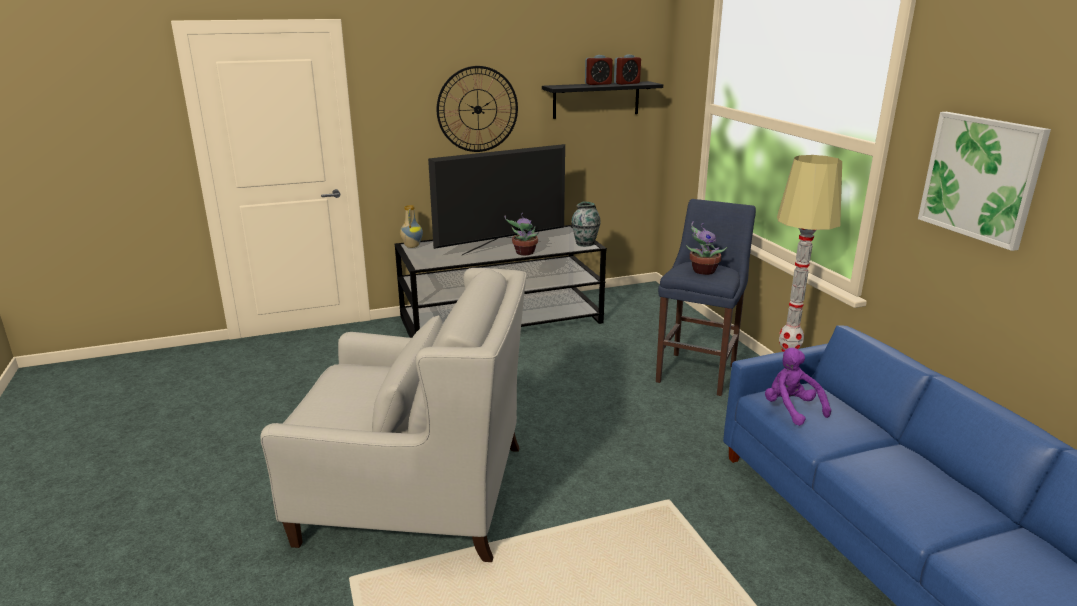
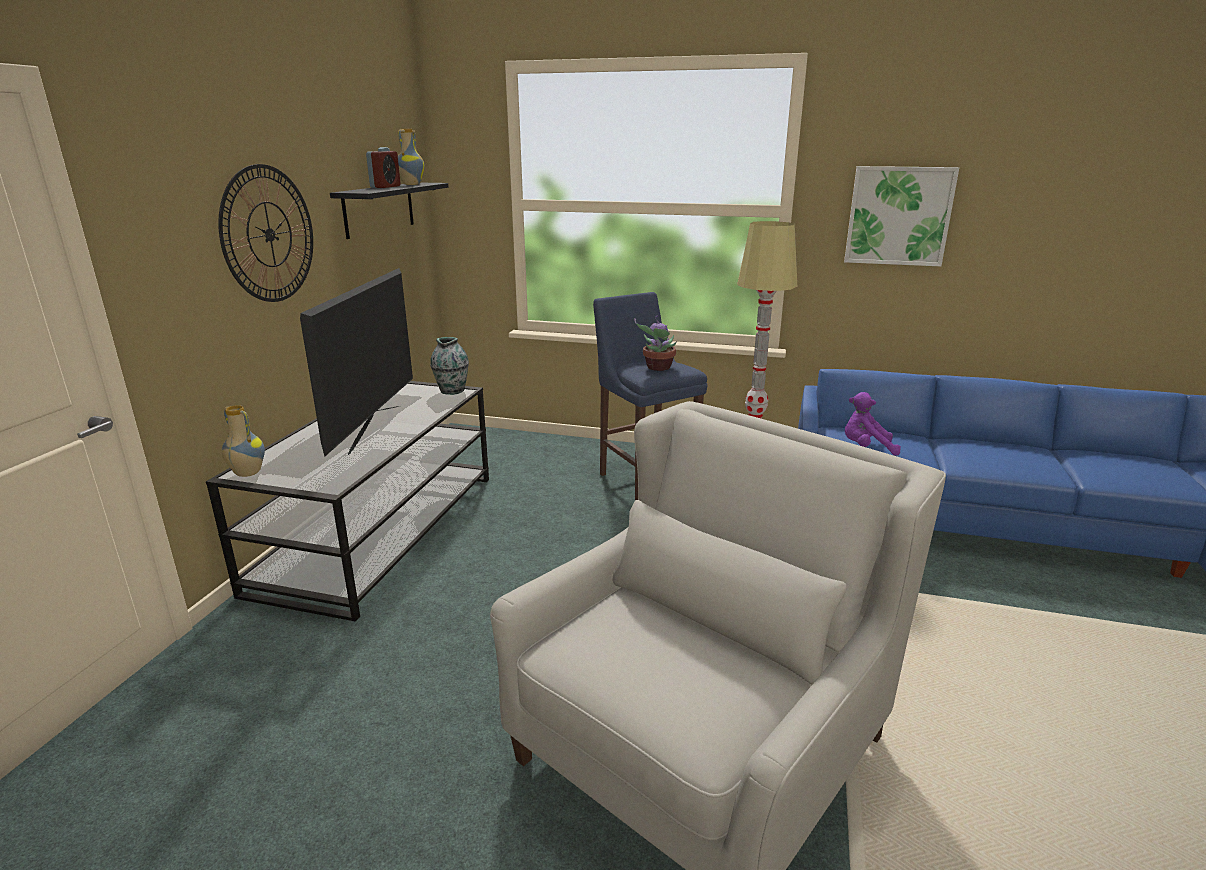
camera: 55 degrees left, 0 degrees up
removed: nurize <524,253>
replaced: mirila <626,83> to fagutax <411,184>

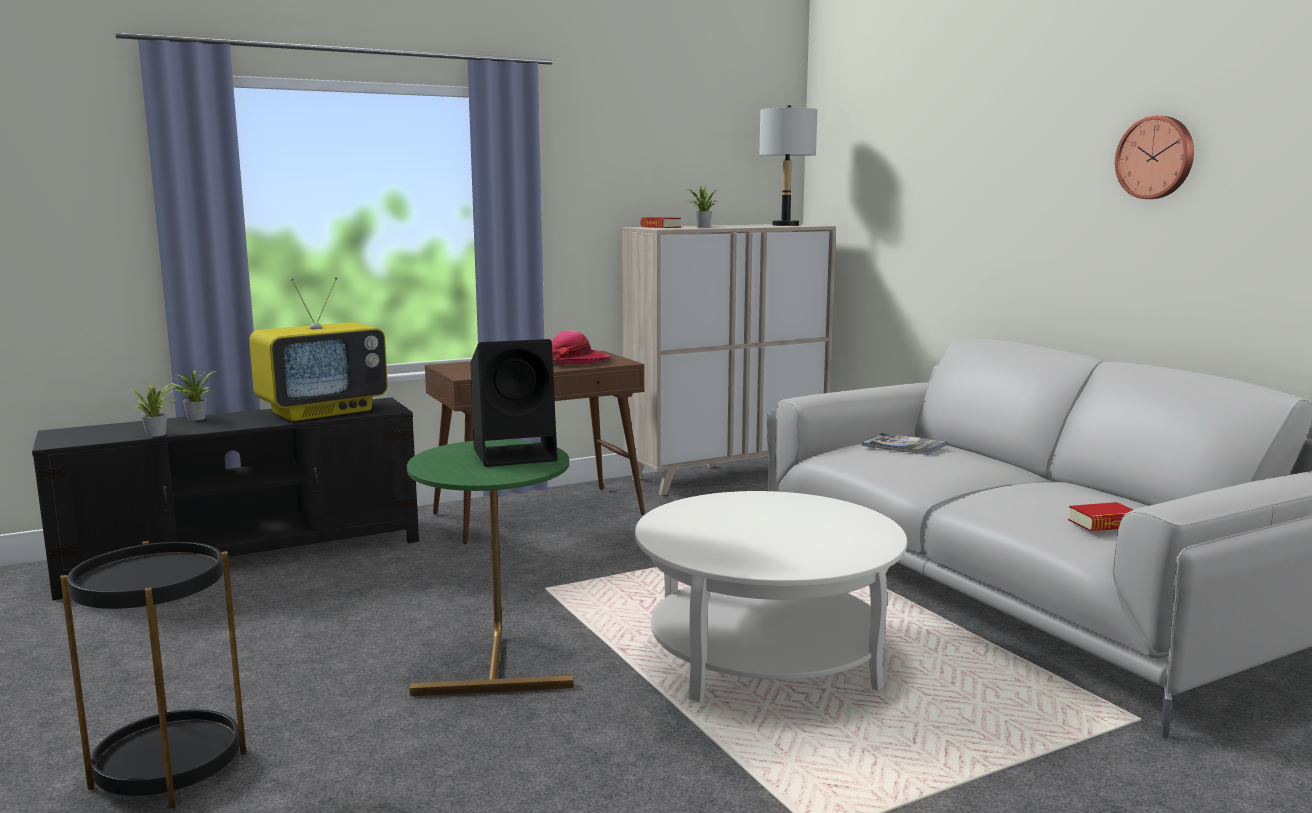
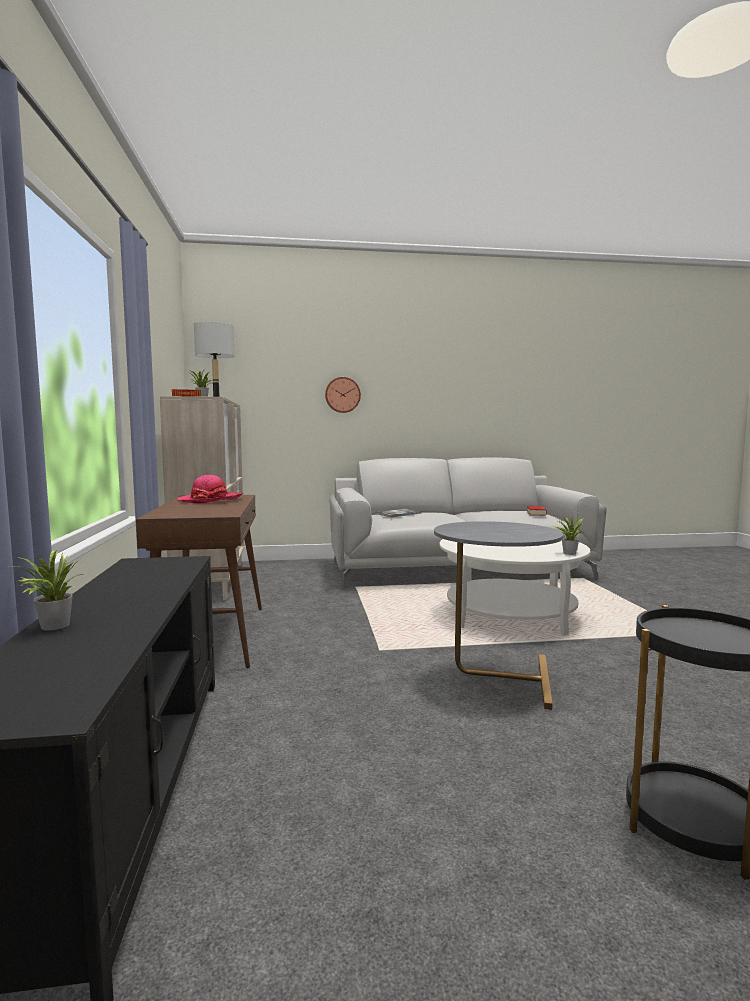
camera: 70 degrees left, 5 degrees down
removed: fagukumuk <323,411>; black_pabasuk <517,454>
moved: nurize <158,434> to <568,553>; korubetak <1156,157> to <342,395>
recoloured: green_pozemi <496,658> to grey_pozemi <495,676>

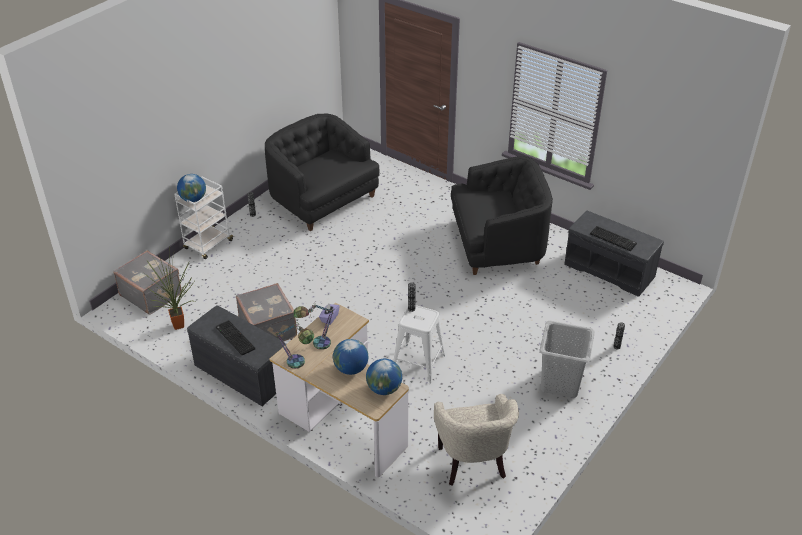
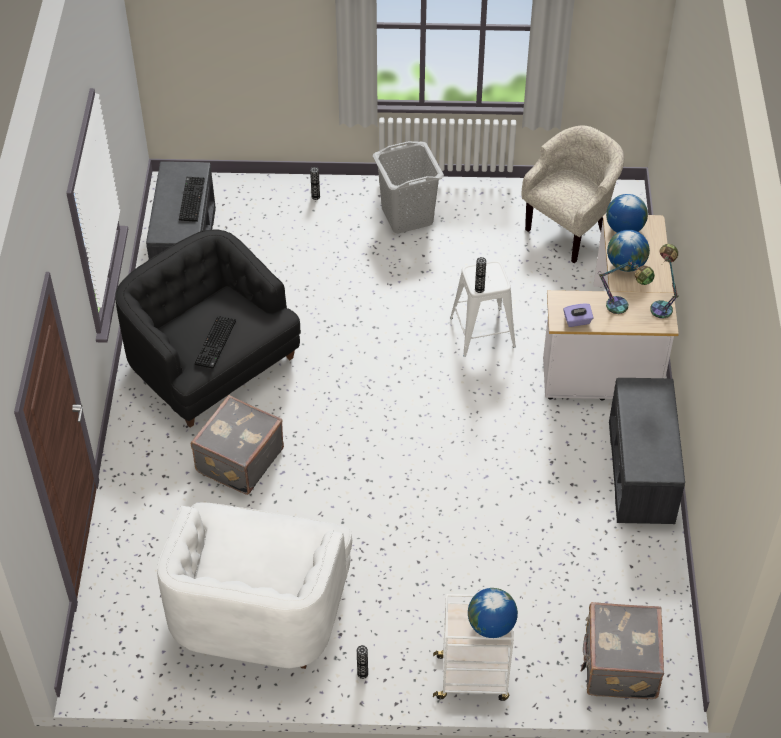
camera: 125 degrees left, 10 degrees up
removed: nurize <178,327>
moved: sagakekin <234,338> to <216,343>; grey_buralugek <269,328> to <238,460>
recoloured: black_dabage <322,200> to white_dabage <259,609>

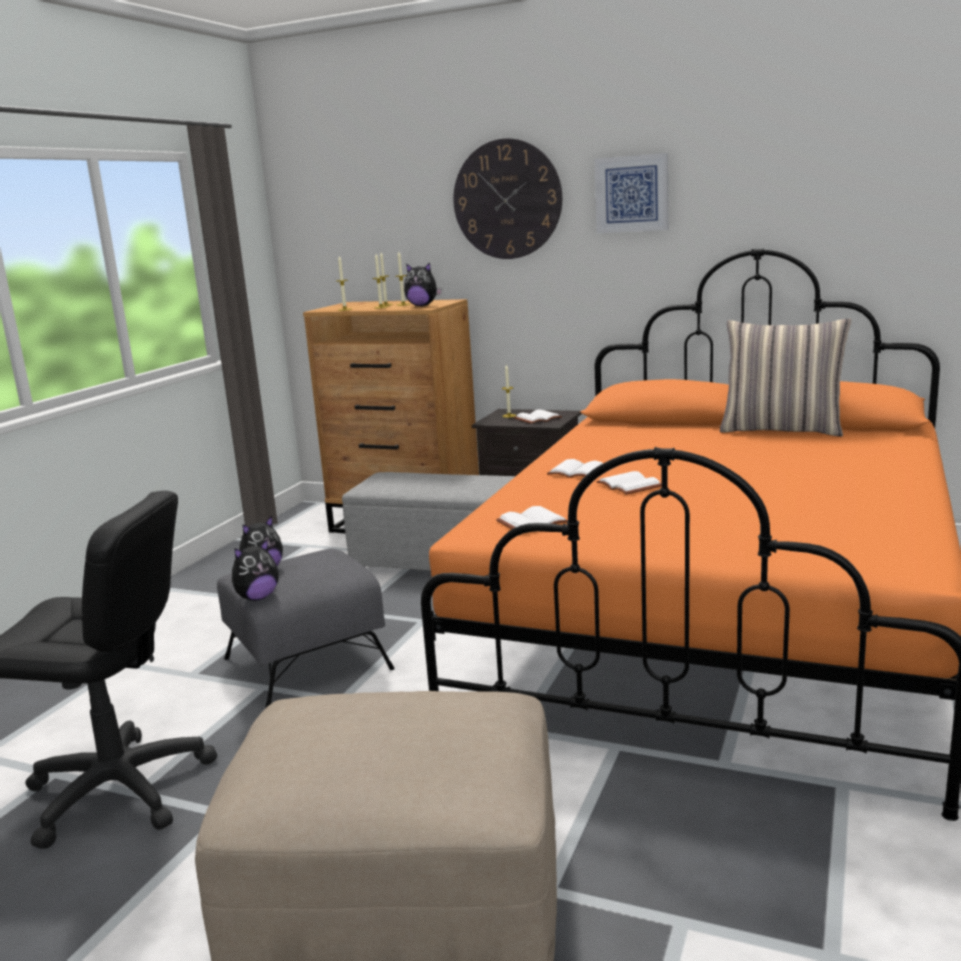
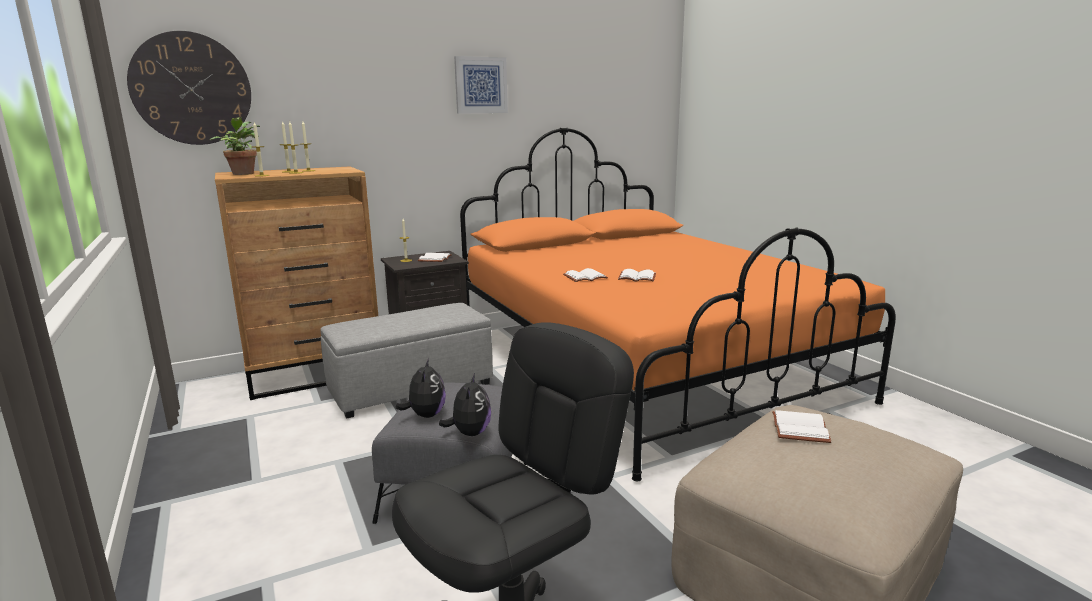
camera: 50 degrees left, 0 degrees up
removed: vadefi <422,306>; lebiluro <782,430>
added: nurize <243,173>
moved: korubetak <507,199> to <191,89>; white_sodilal <532,522> to <798,428>

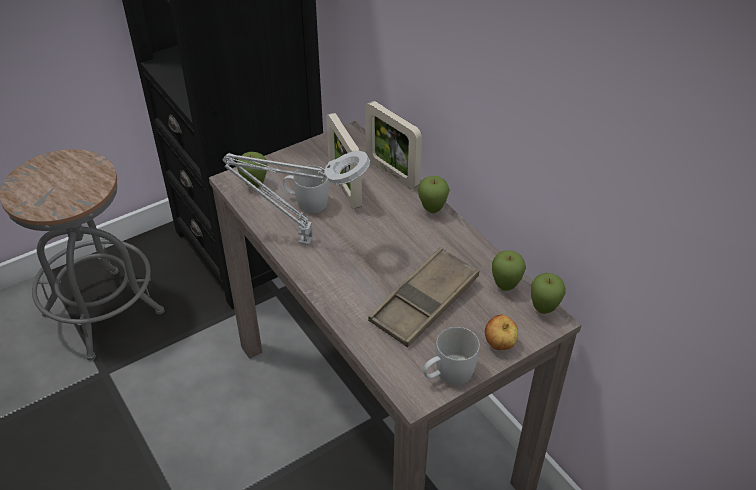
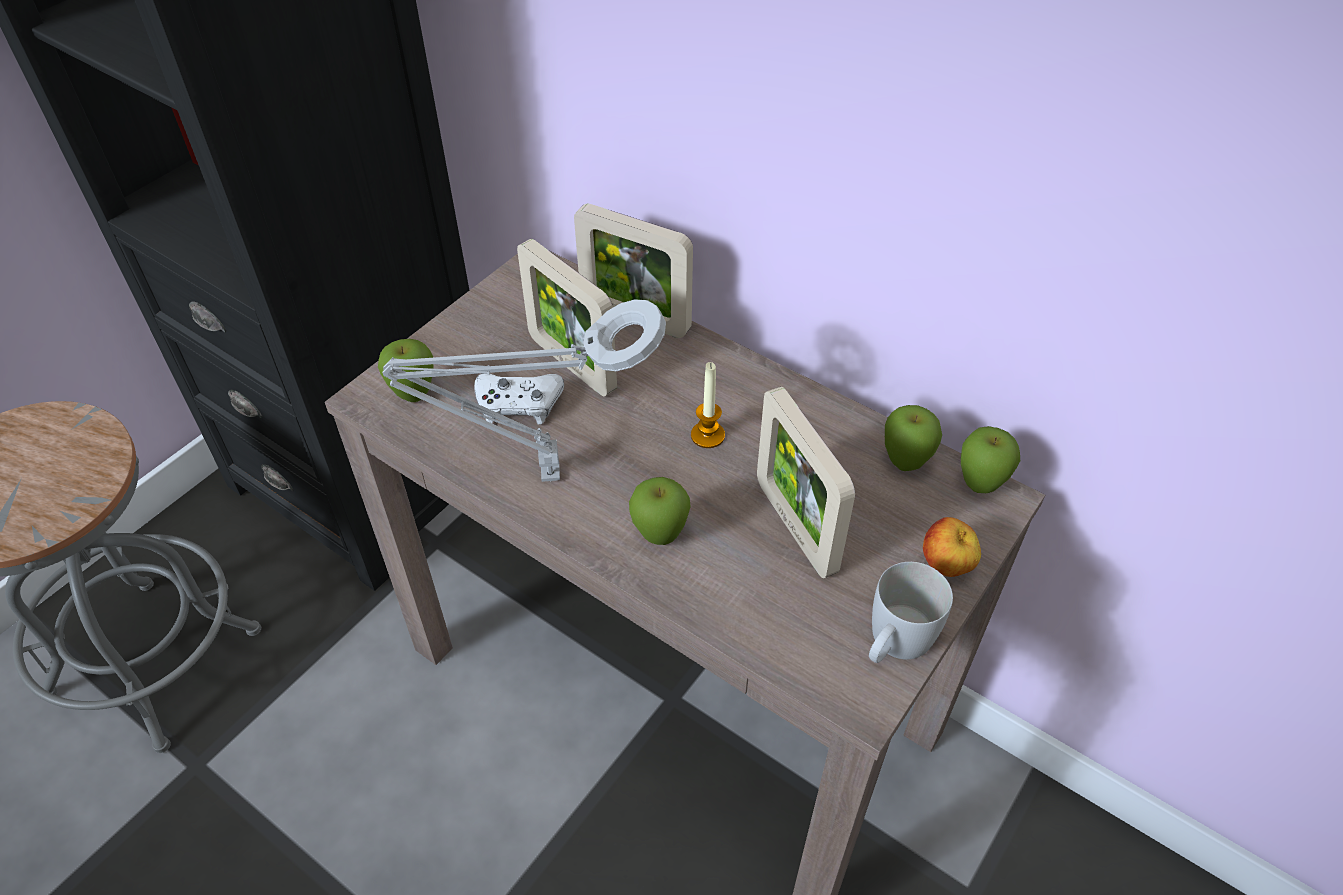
camera: 20 degrees left, 5 degrees up
added: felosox <707,435>
moved: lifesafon <432,210> to <660,537>
replaced: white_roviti <306,203> to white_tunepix <518,405>; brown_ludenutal <424,302> to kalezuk <795,527>

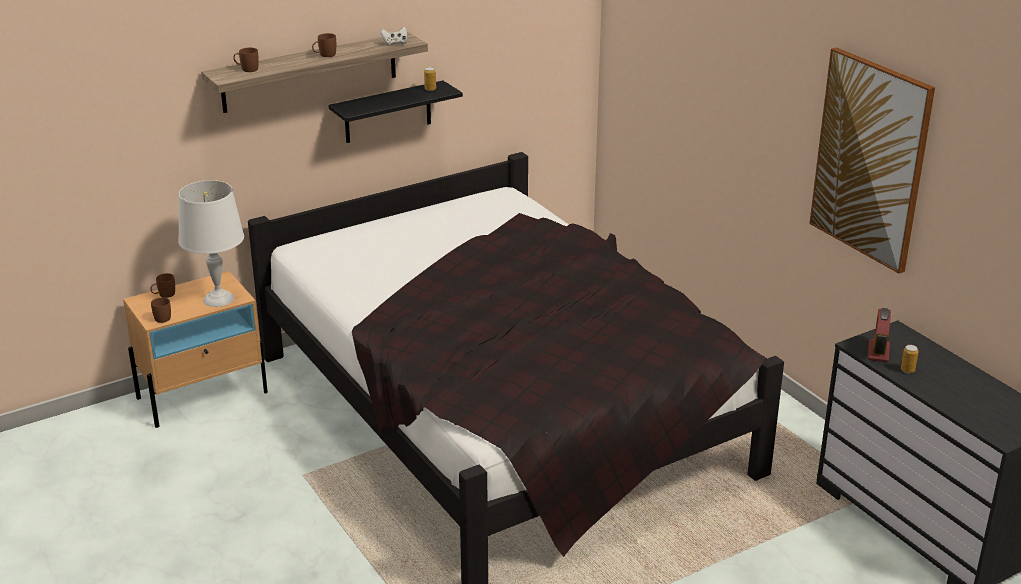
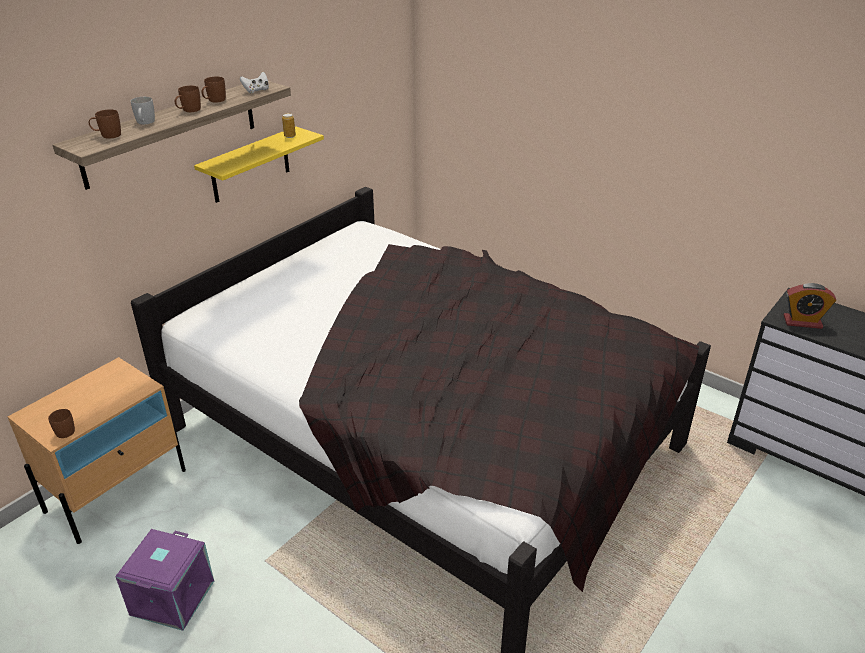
camera: 20 degrees left, 5 degrees up
removed: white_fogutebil <219,299>; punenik <870,159>; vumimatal <907,370>
added: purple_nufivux <171,597>; white_roviti <145,123>
moved: brown_roviti <164,295> to <214,101>
recoloured: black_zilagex <387,112> to yellow_zilagex <250,165>
turned: mirila <878,352> = <802,322> 75 degrees counterclockwise

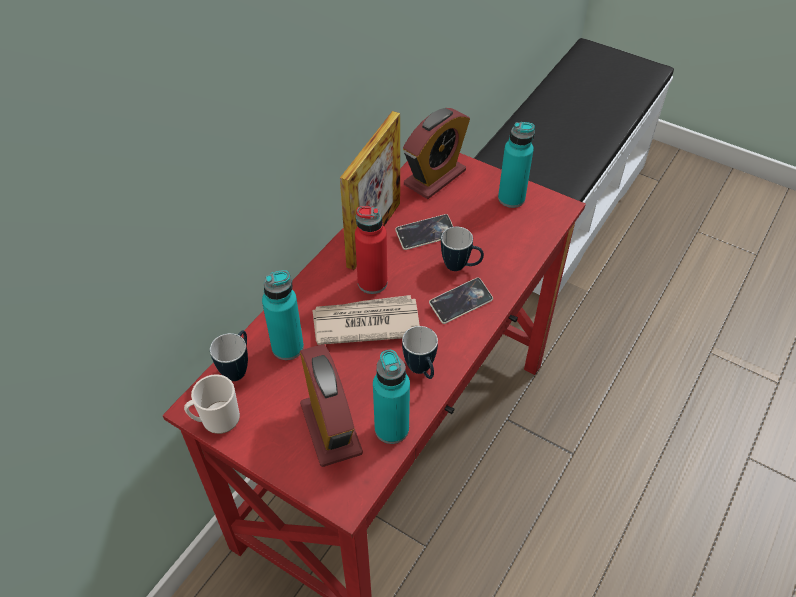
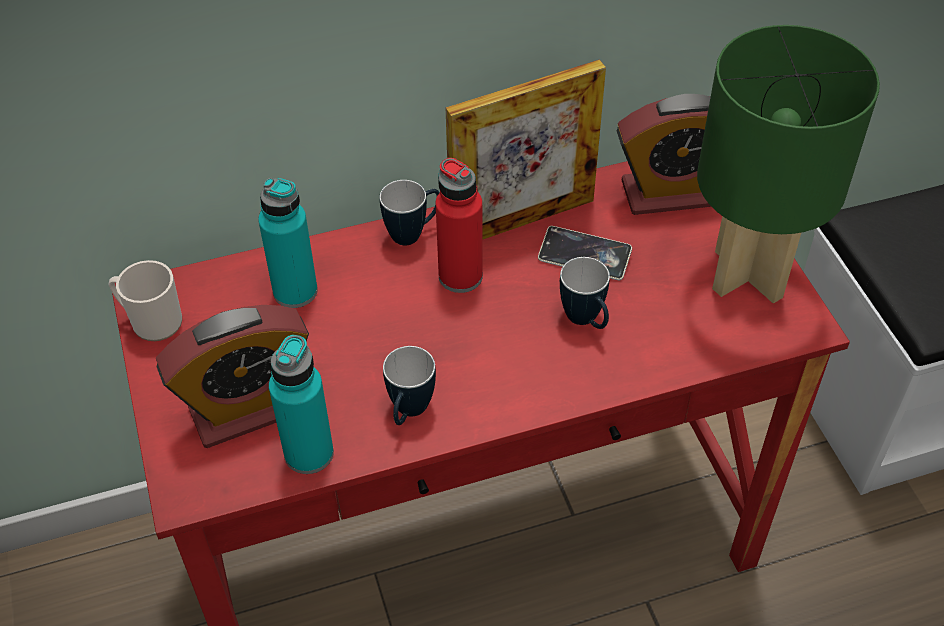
camera: 40 degrees right, 0 degrees up
removed: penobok <365,323>; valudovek <461,303>
moved: roviti <238,368> to <413,233>
replaced: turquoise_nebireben <511,198> to green_fogutebil <747,275>
turned: mirila <331,429> = <248,408> 45 degrees clockwise

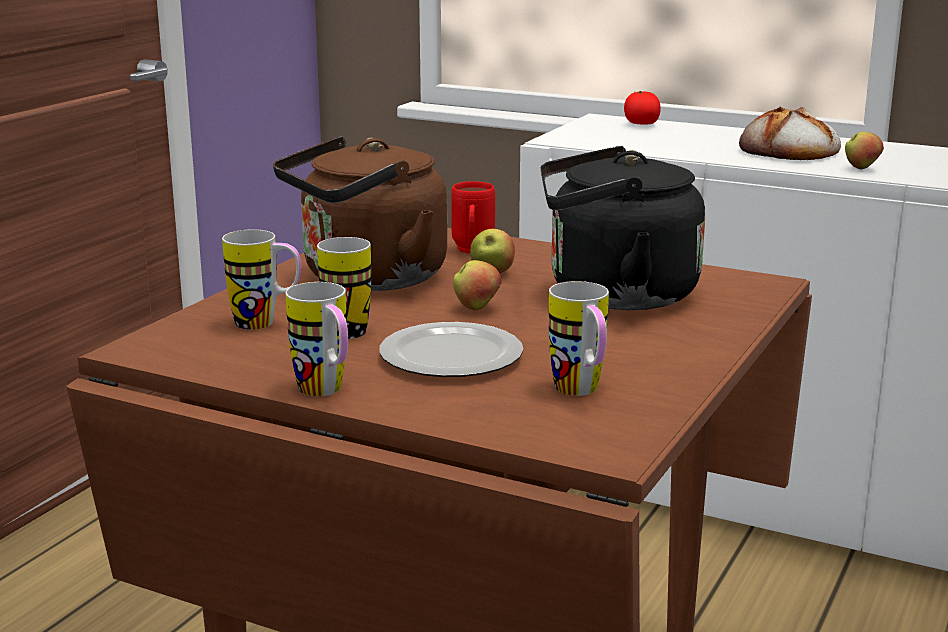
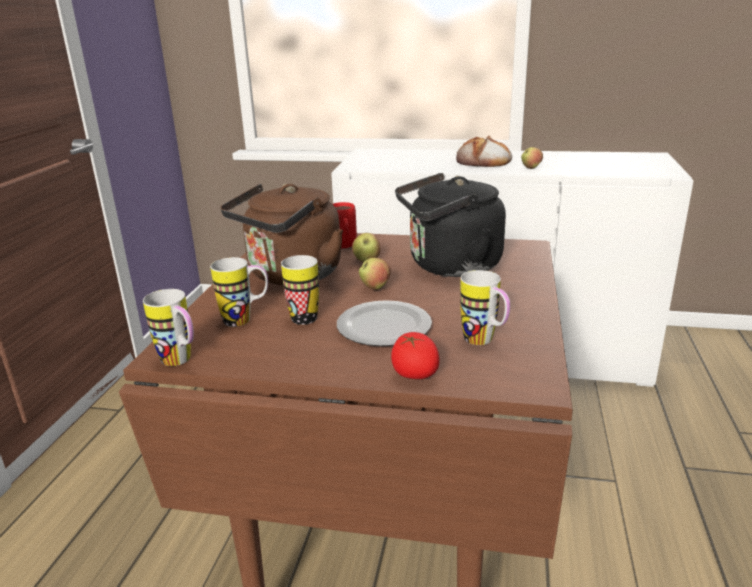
camera: 15 degrees left, 5 degrees up
moved: roviti <326,393> to <181,362>; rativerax <641,124> to <414,374>

